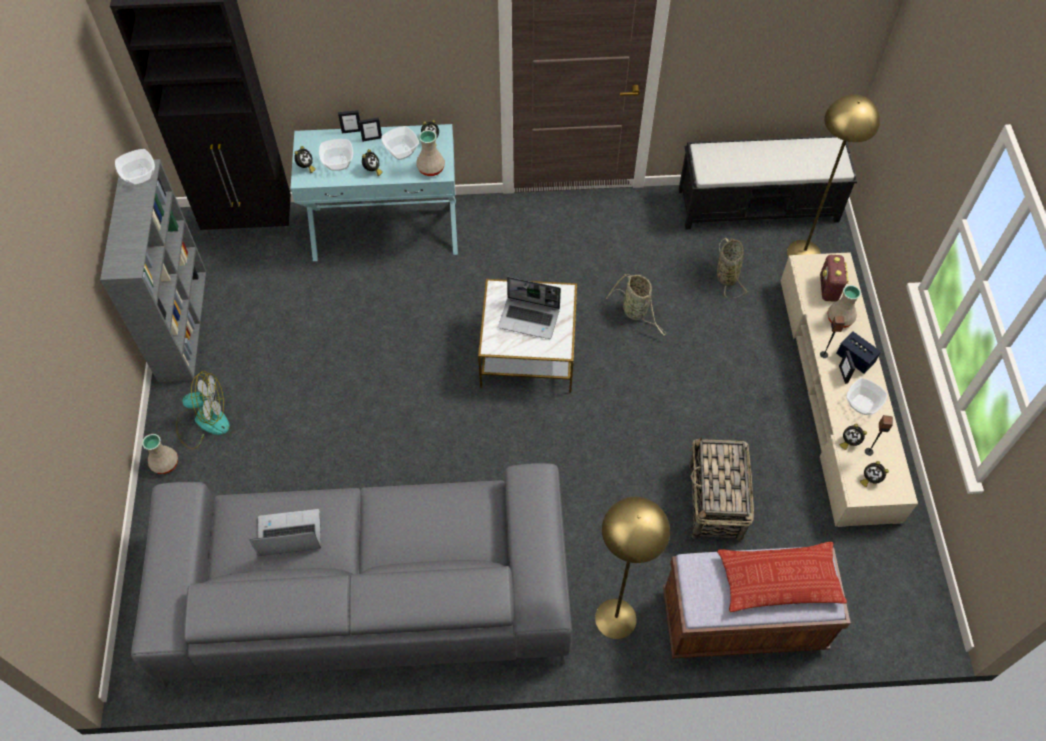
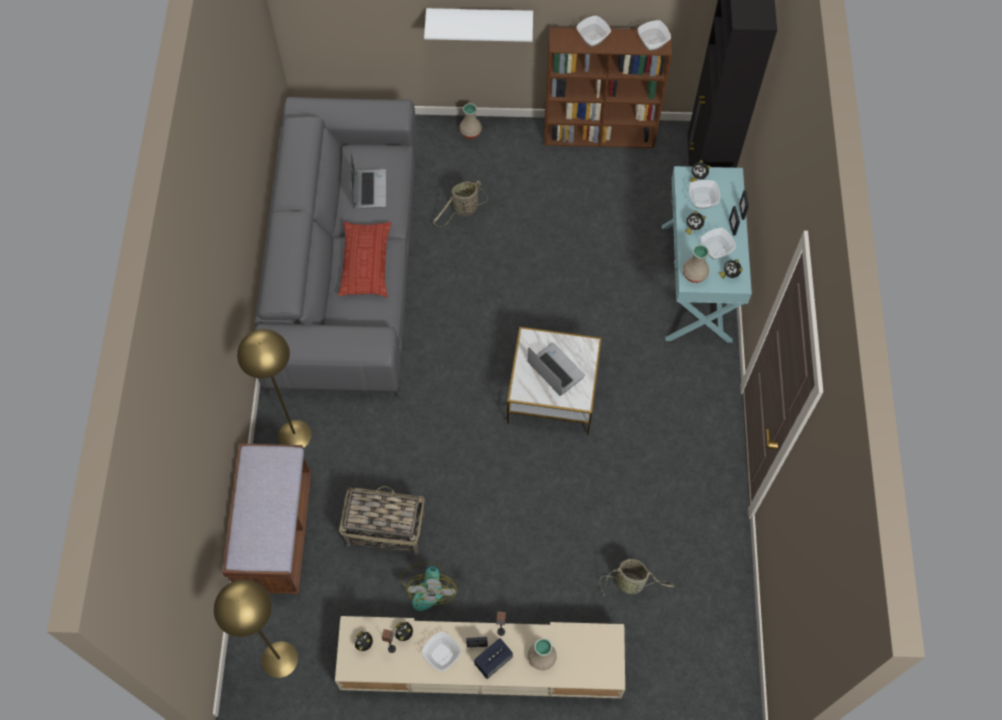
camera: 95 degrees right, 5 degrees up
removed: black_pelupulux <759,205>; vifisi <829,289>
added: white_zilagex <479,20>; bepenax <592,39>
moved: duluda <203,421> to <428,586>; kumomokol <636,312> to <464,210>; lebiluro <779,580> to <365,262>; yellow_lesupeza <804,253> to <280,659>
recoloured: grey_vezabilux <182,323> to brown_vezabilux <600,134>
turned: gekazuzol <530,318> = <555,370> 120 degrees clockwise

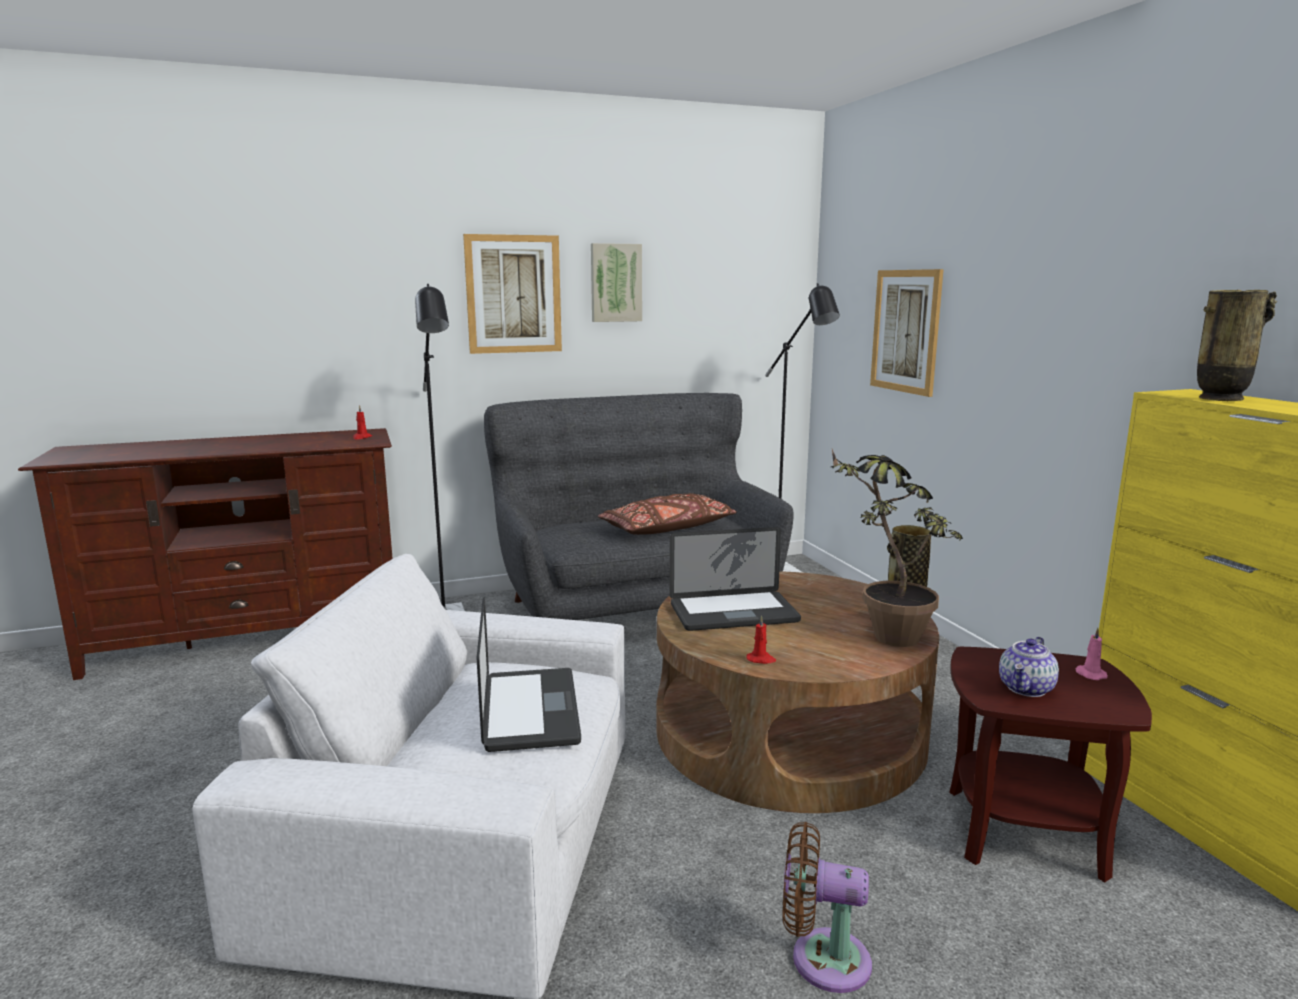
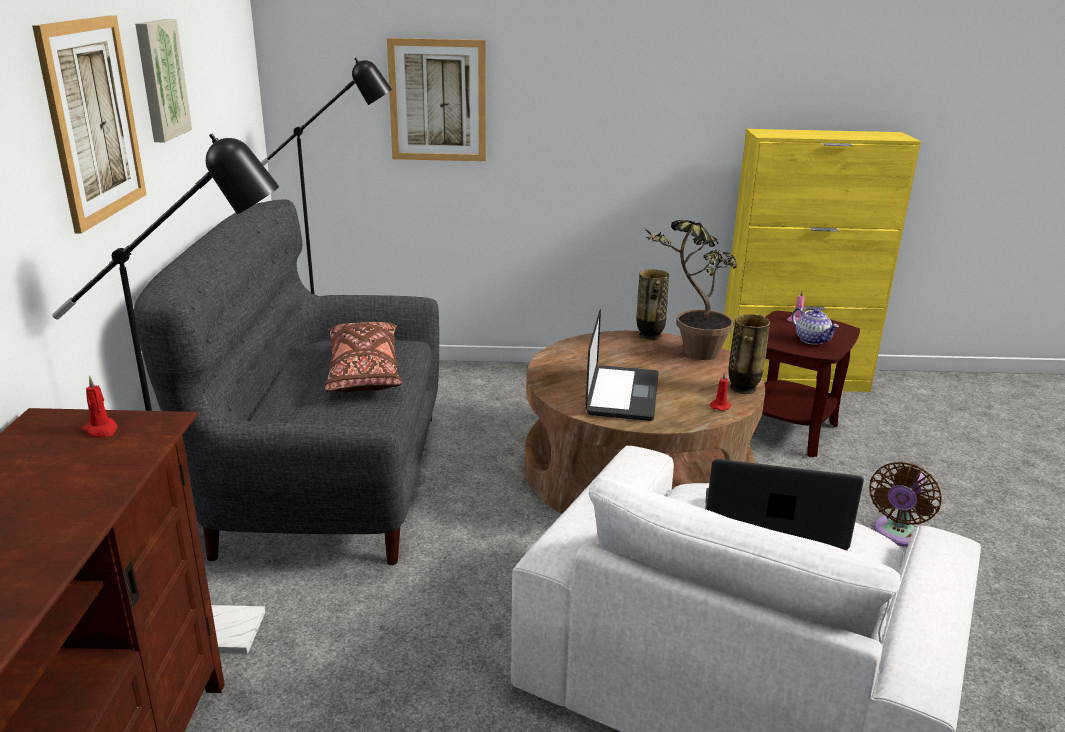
camera: 70 degrees left, 10 degrees up
moved: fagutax <1221,399> to <743,389>

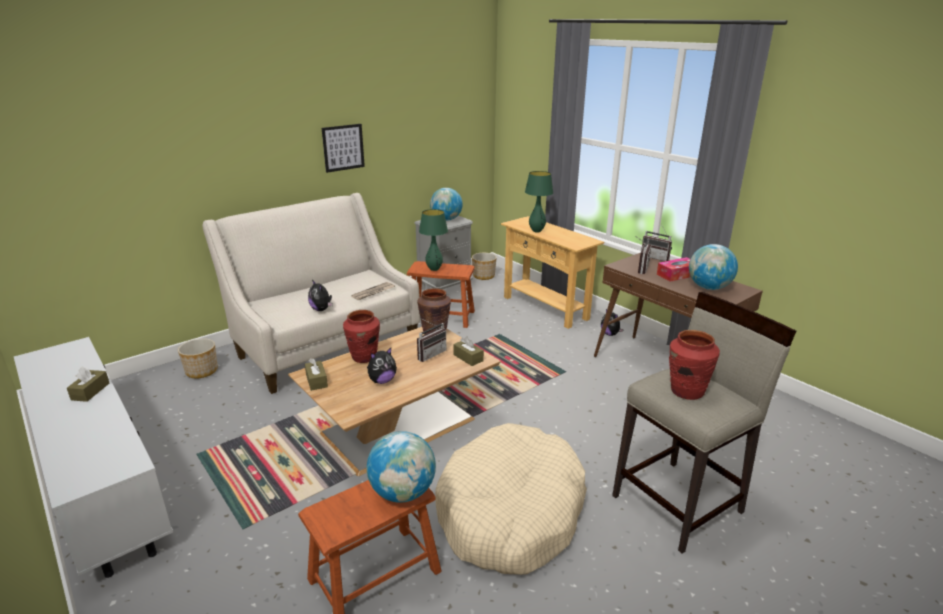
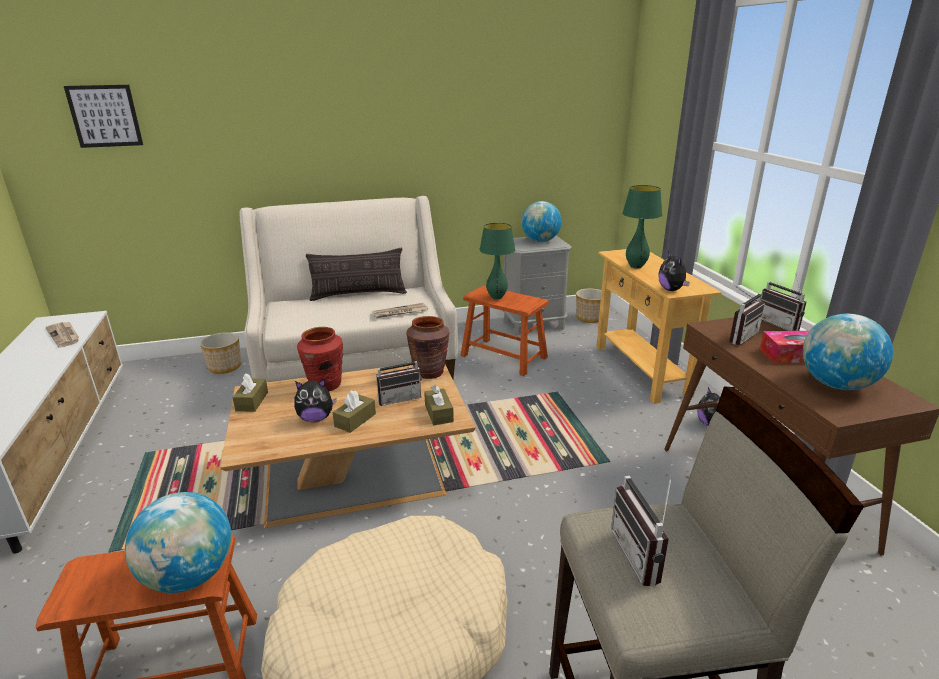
camera: 25 degrees right, 0 degrees up
added: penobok <64,335>; lebiluro <358,295>
moved: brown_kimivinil <90,391> to <355,420>; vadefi <321,309> to <671,290>; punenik <343,147> to <105,116>
replaced: red_fagutax <686,391> to vifisi <644,556>

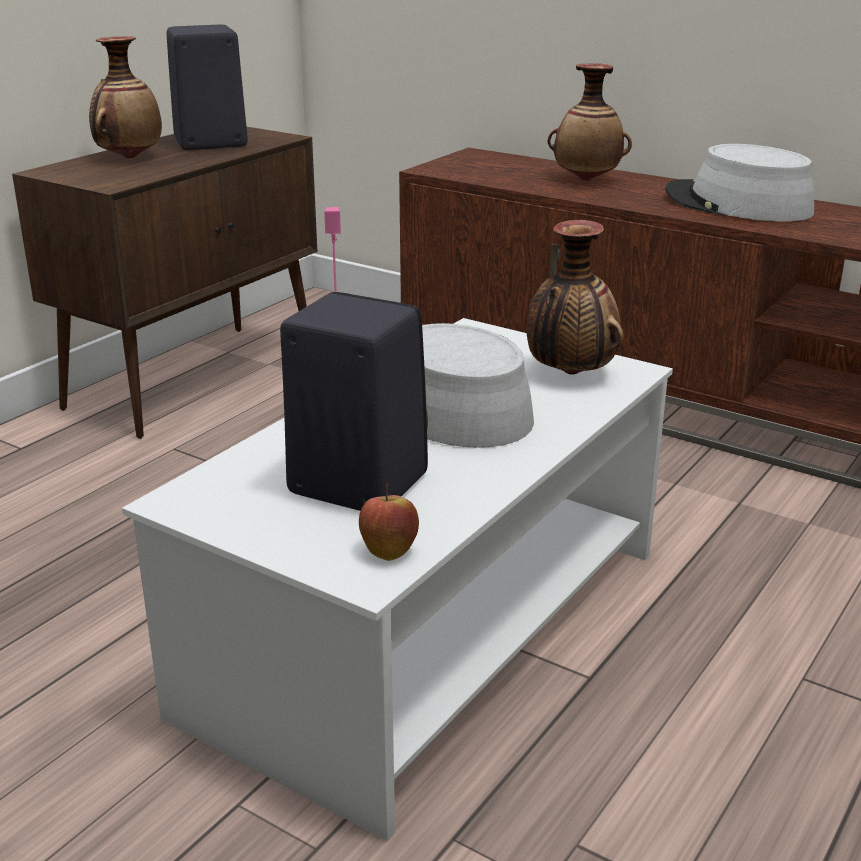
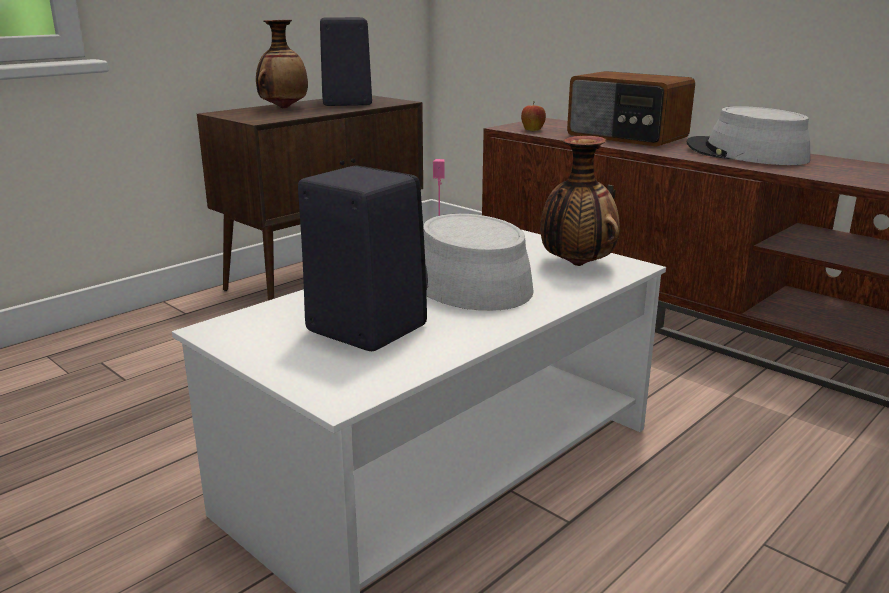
camera: 10 degrees right, 5 degrees down
moved: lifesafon <389,551> to <532,130>
replaced: fagutax <587,180> to vifisi <626,136>

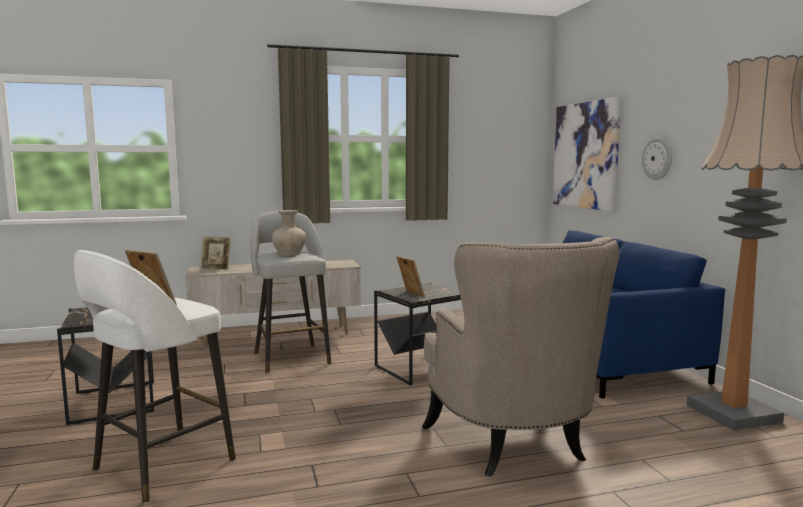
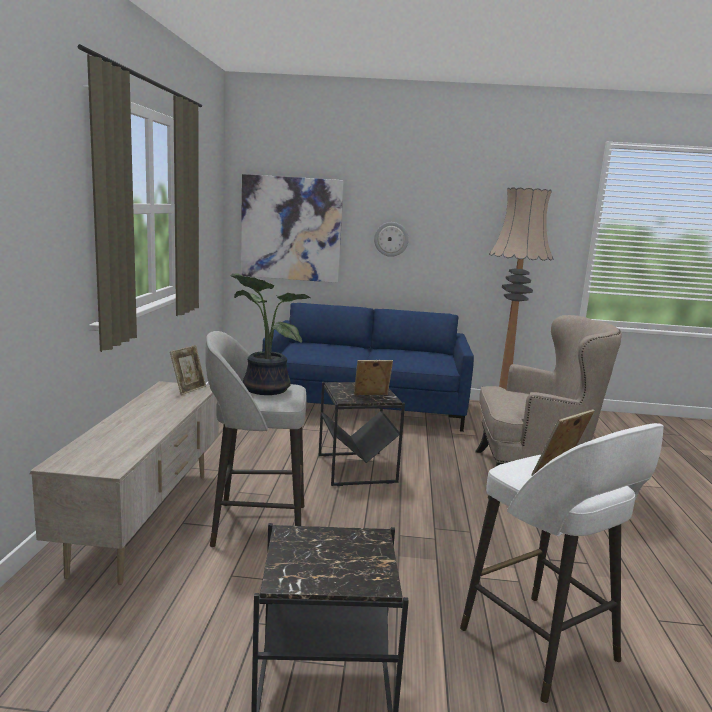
camera: 70 degrees left, 5 degrees up
moved: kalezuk <216,269> to <188,389>
replaced: beige_fagutax <289,253> to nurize <263,389>

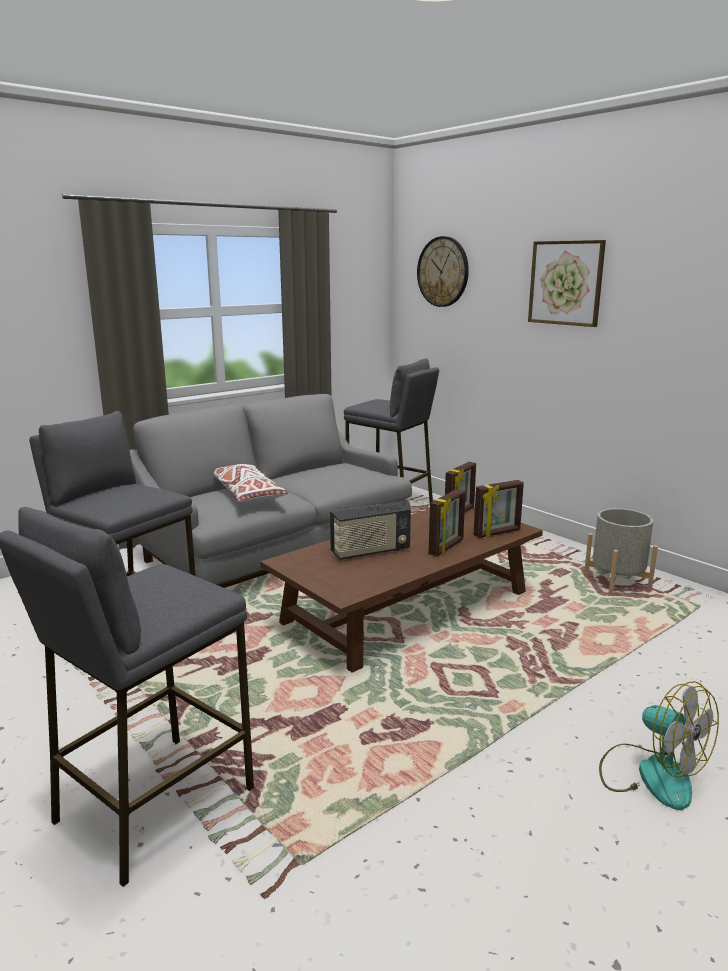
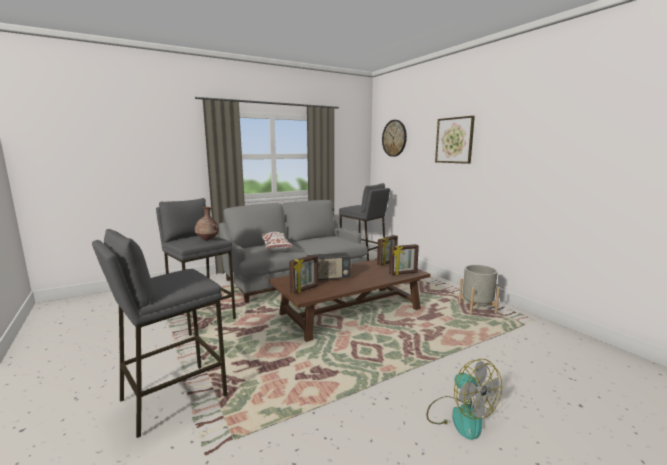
camera: 10 degrees right, 5 degrees down
added: brown_fagutax <208,240>
moved: kalezuk <447,547> to <304,289>

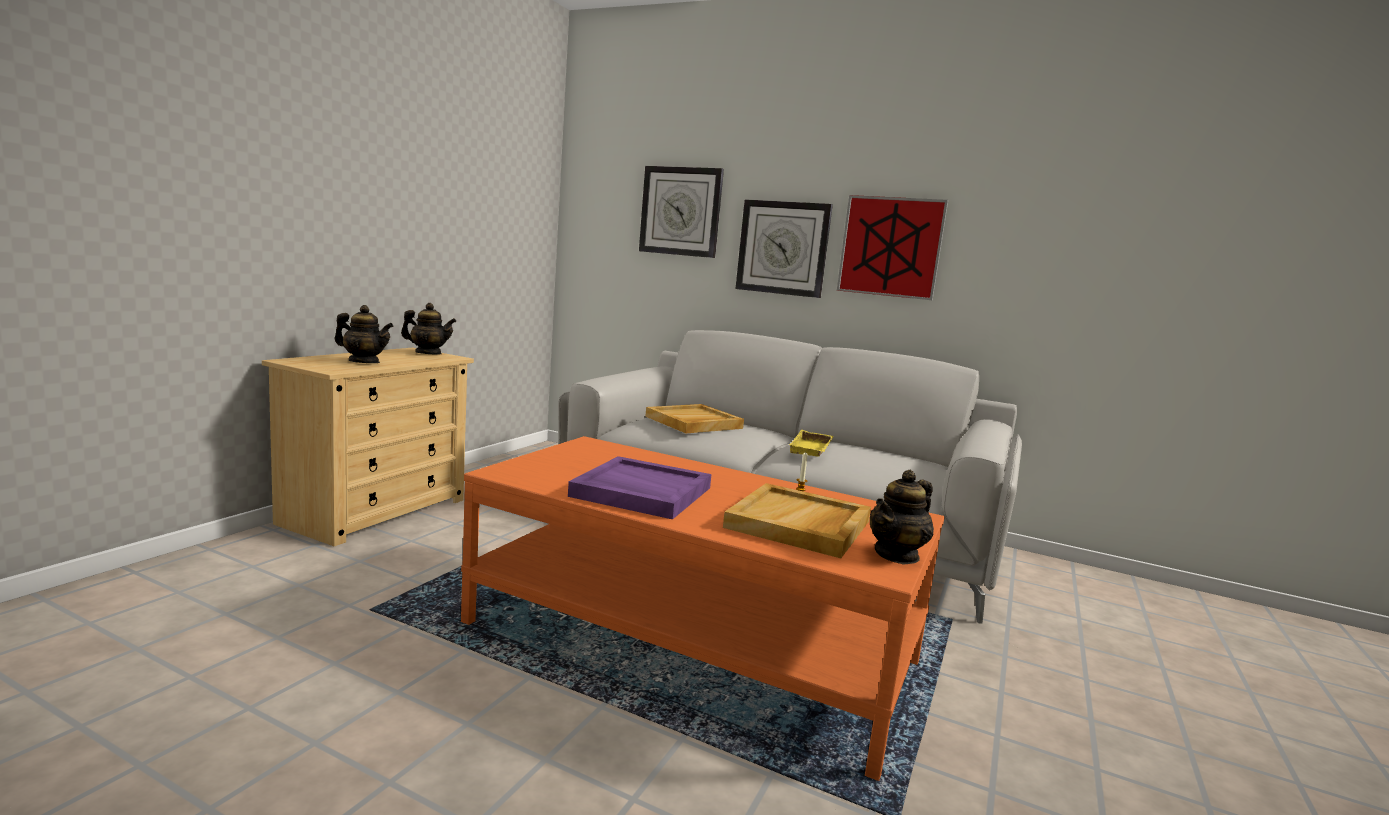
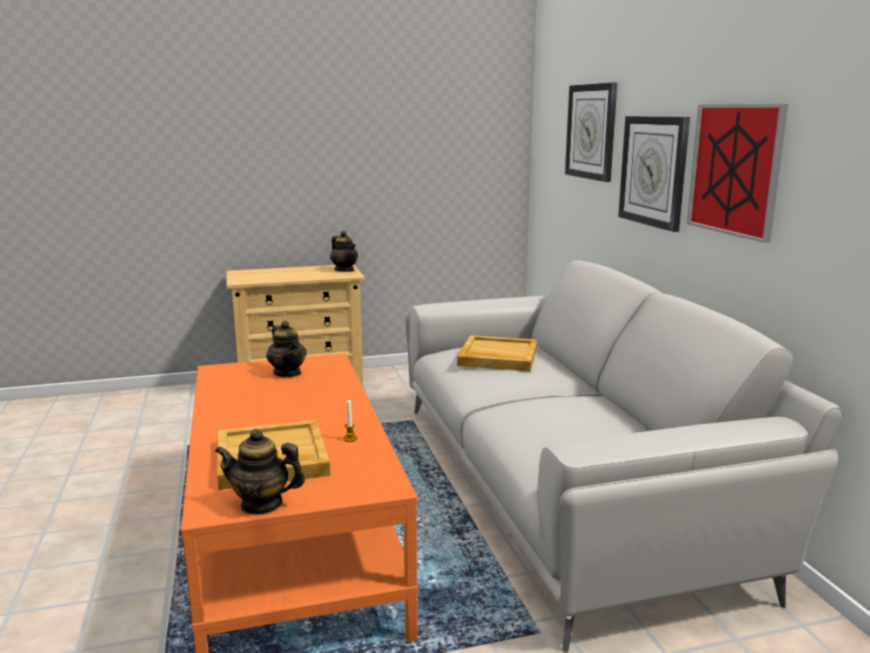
camera: 50 degrees right, 5 degrees up
removed: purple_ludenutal <640,492>; yellow_ludenutal <812,449>
moved: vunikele <364,362> to <287,373>

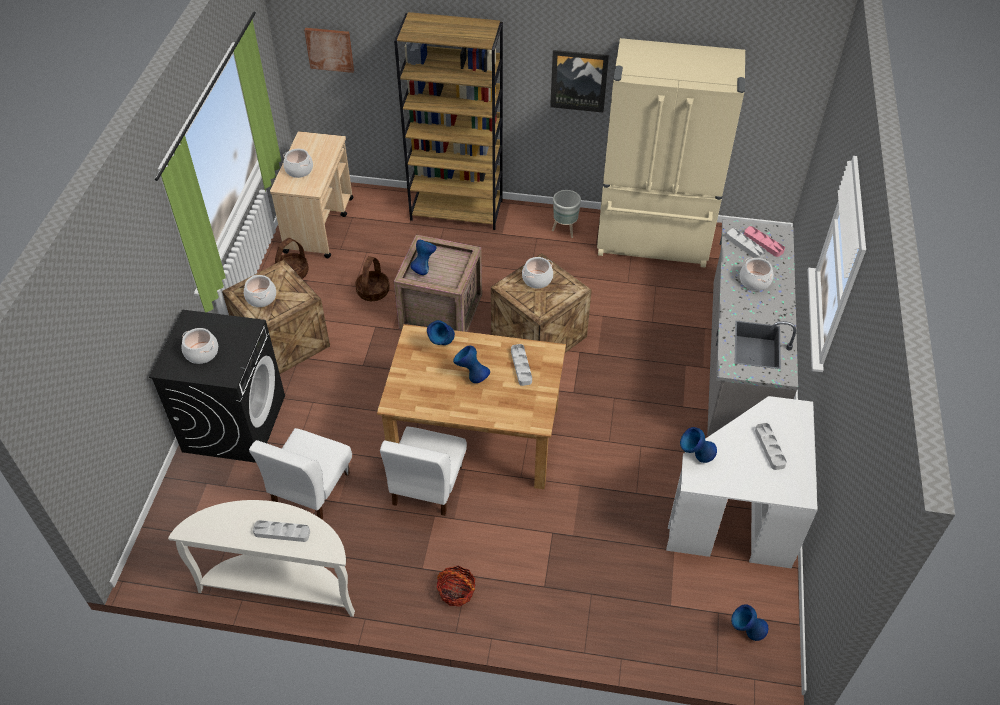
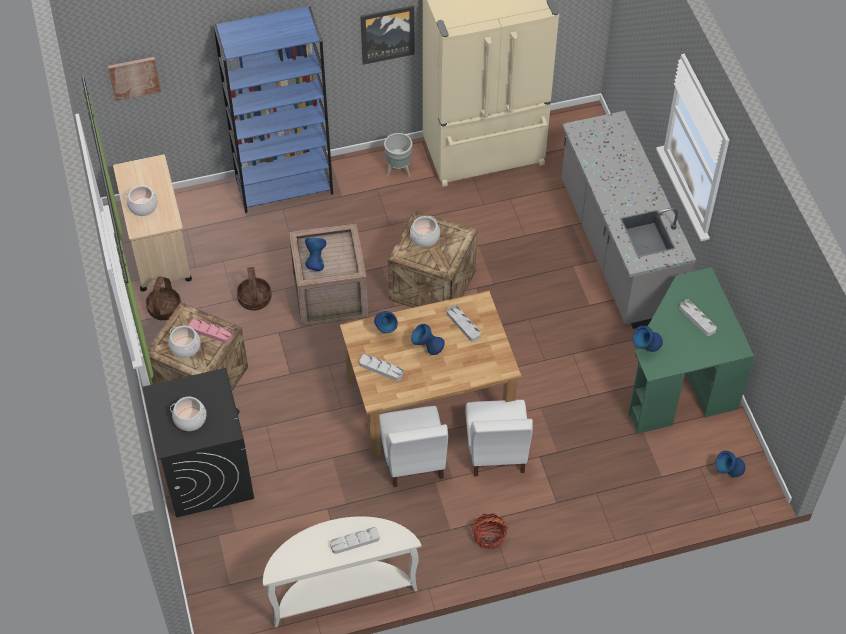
camera: 25 degrees left, 5 degrees up
removed: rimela <755,281>
moved: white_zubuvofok <310,489> to <496,450>; grey_ludenutal <745,246> to <381,369>; pink_ludenutal <763,243> to <210,332>
recoloured: brown_vezabilux <457,210> to blue_vezabilux <285,186>; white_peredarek <739,514> to green_peredarek <679,381>

